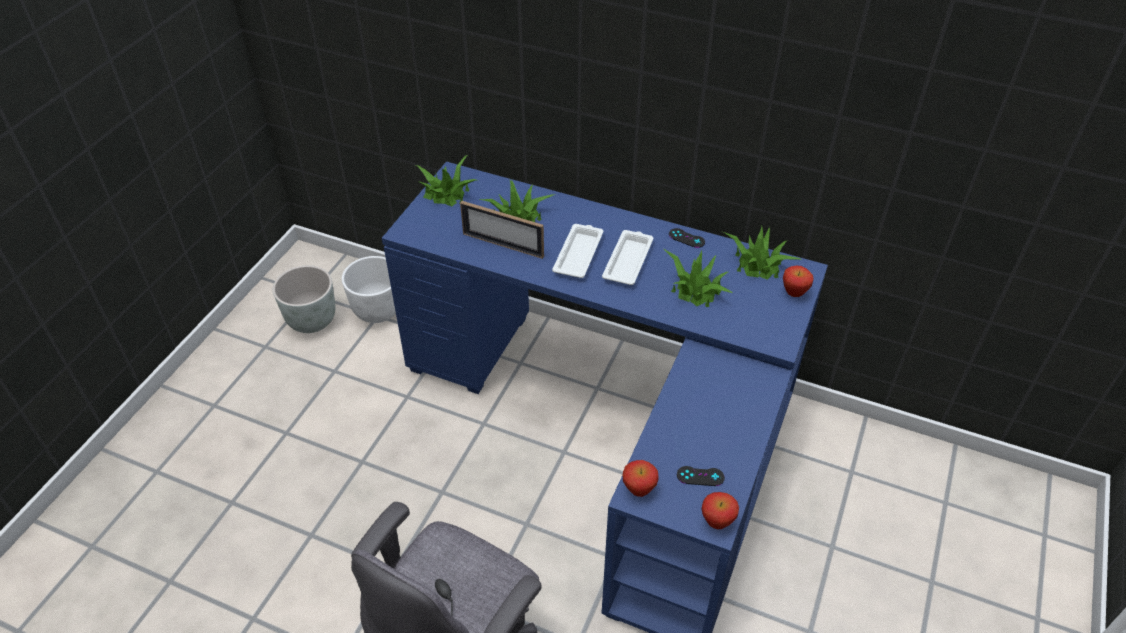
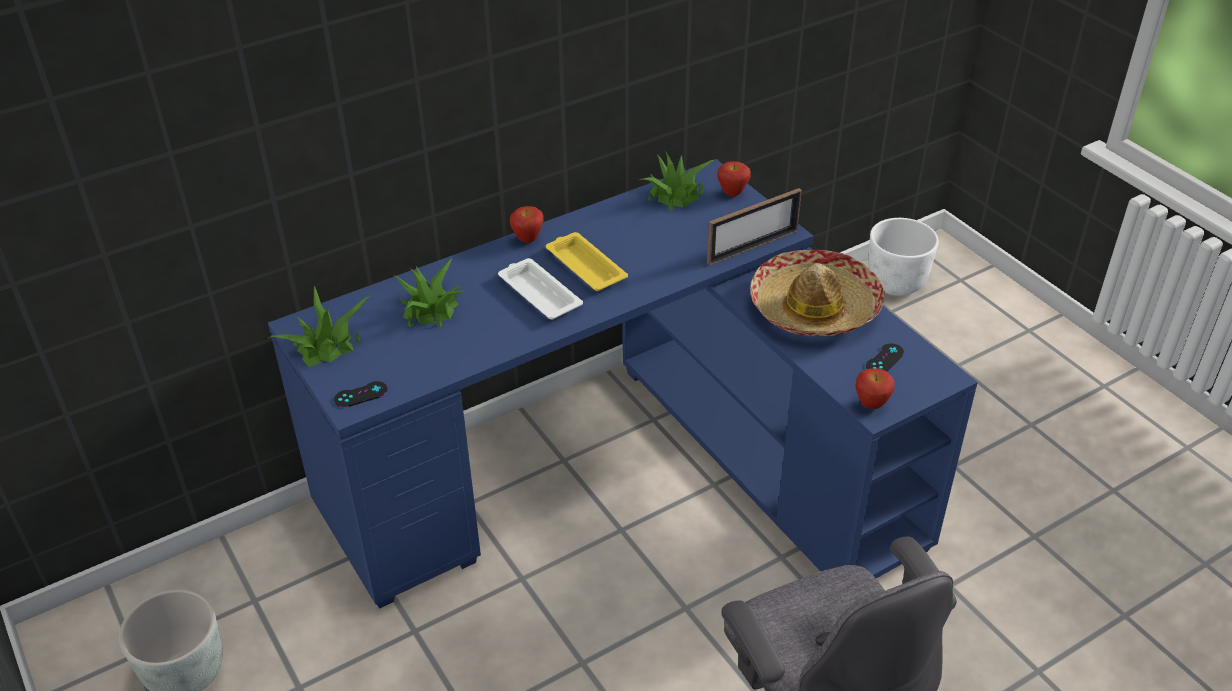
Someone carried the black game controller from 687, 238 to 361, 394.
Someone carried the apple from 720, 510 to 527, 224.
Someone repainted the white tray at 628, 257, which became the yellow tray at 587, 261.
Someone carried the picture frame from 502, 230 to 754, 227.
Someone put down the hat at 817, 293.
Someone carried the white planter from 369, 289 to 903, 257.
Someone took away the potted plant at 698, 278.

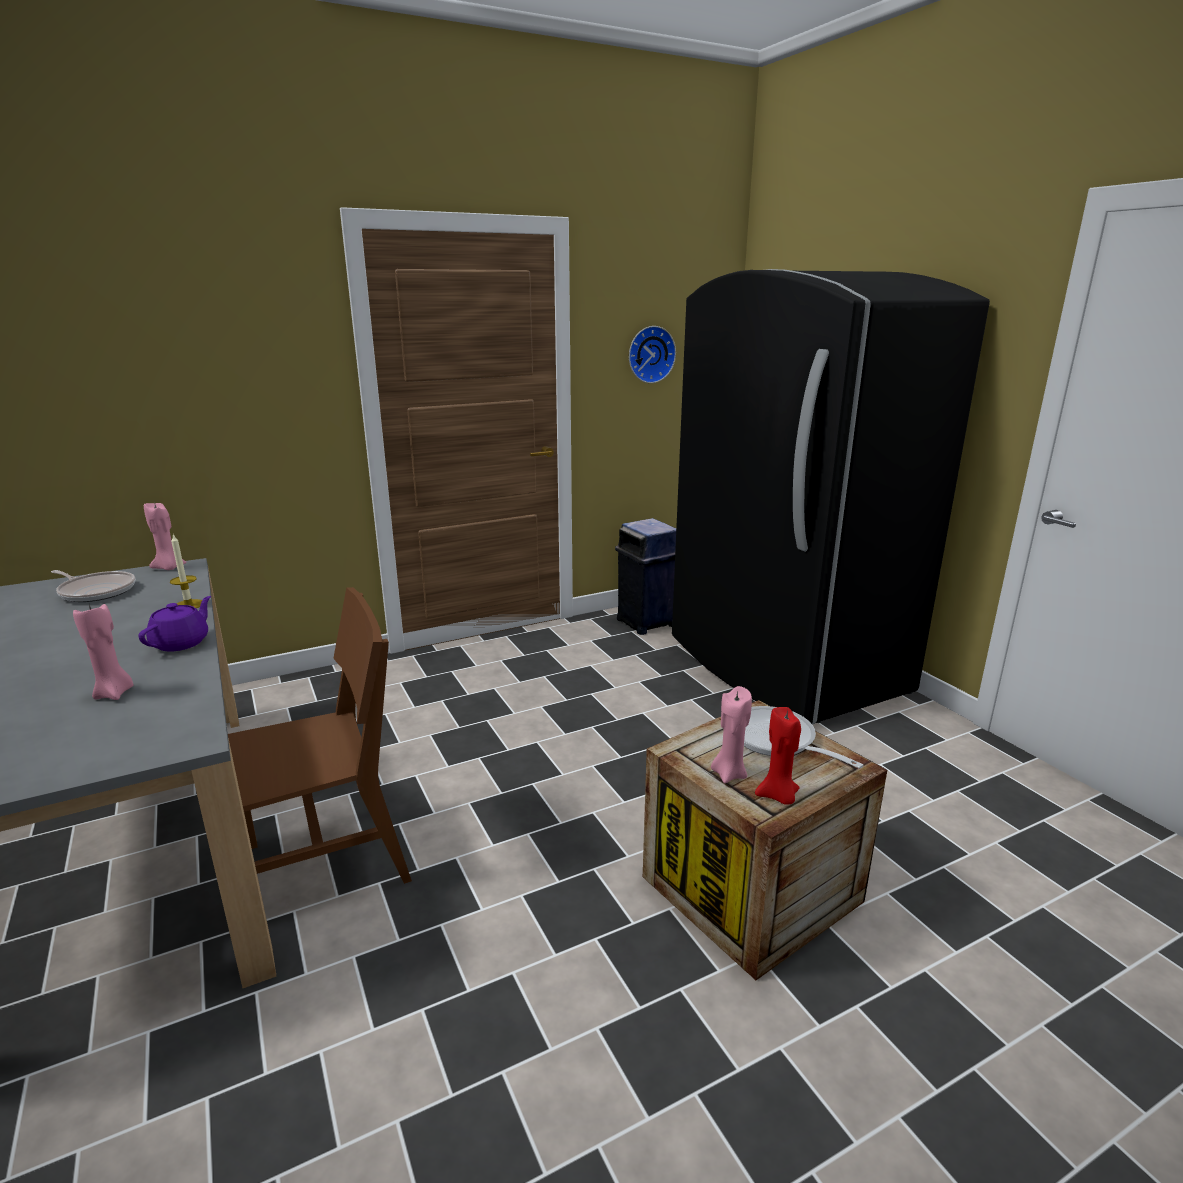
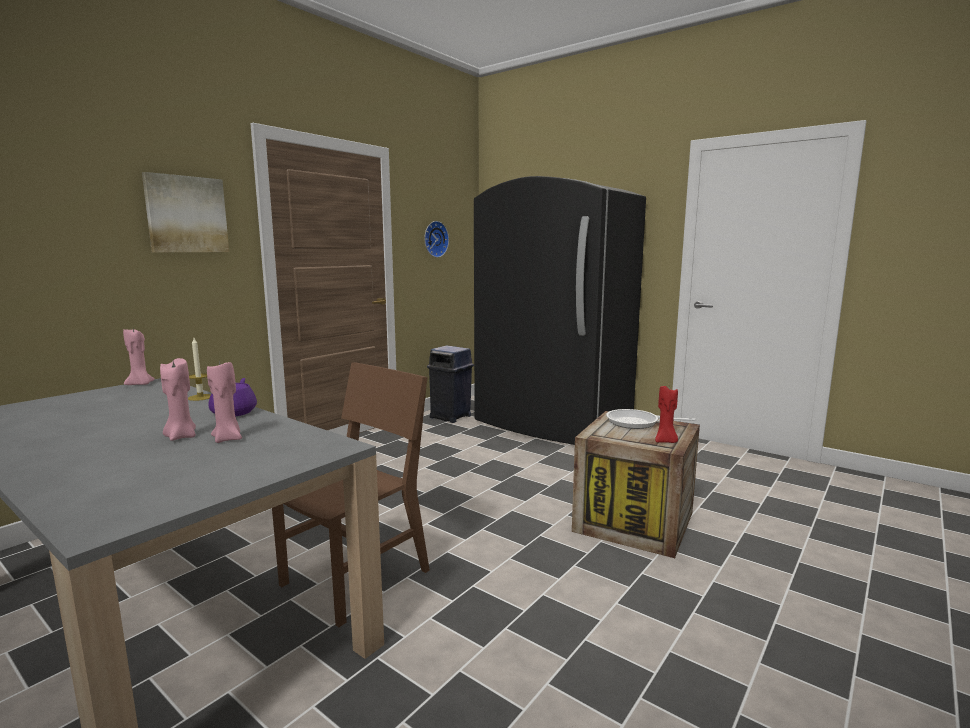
Someone put up the picture at 185, 212.
Someone carried the pink candle from 731, 734 to 178, 399.
Someone took away the frying pan at 93, 586.

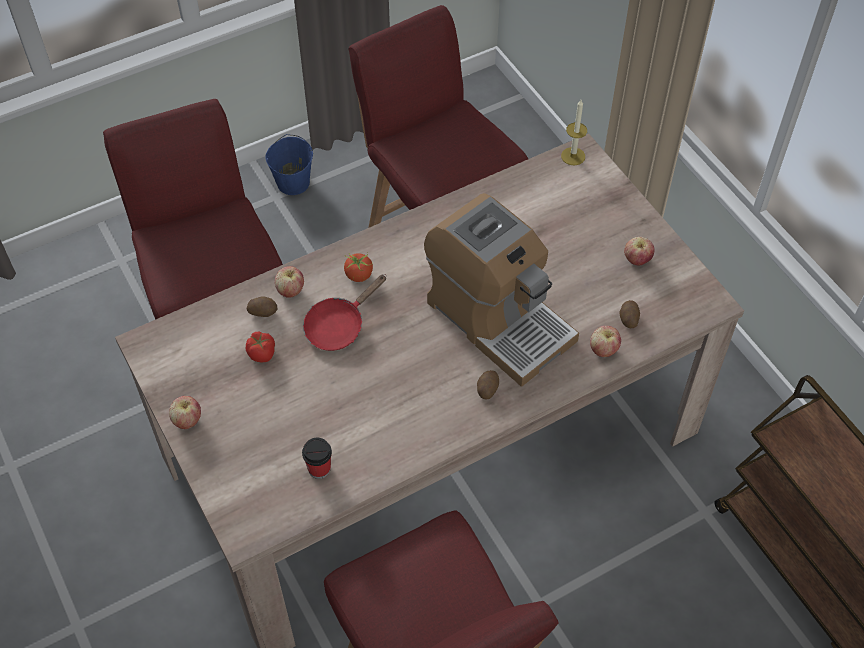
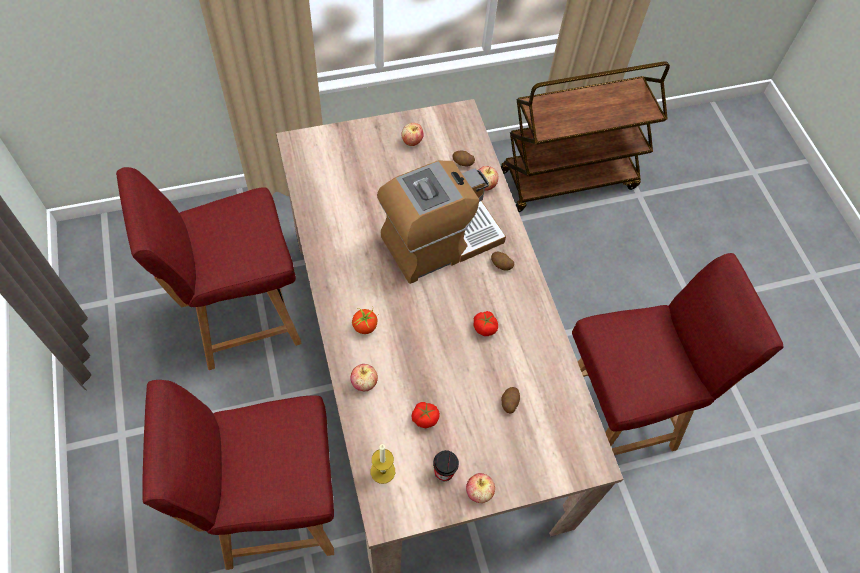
Someone carried the candle from 574, 132 to 383, 464.
Someone carried the cup from 317, 458 to 446, 465.
Someone put down the tomato at 485, 323.
Someone carried the potato from 262, 306 to 510, 400.
Someone took away the blue bucket at 289, 164.
Someone took away the red frying pan at 345, 312.

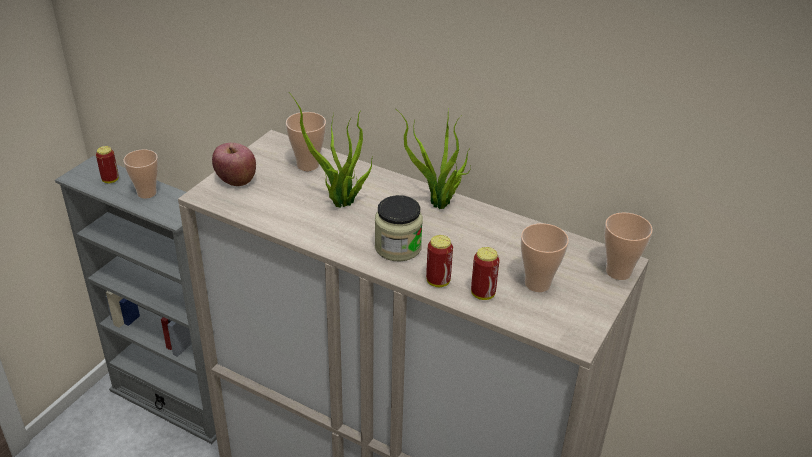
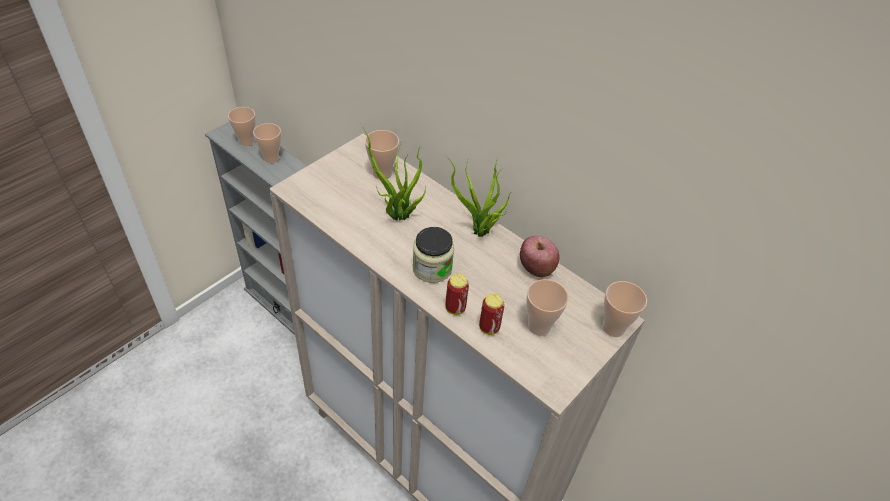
Someone swapped the can at 107, 164 for the cup at 241, 126.
Someone carried the apple from 234, 164 to 540, 256.

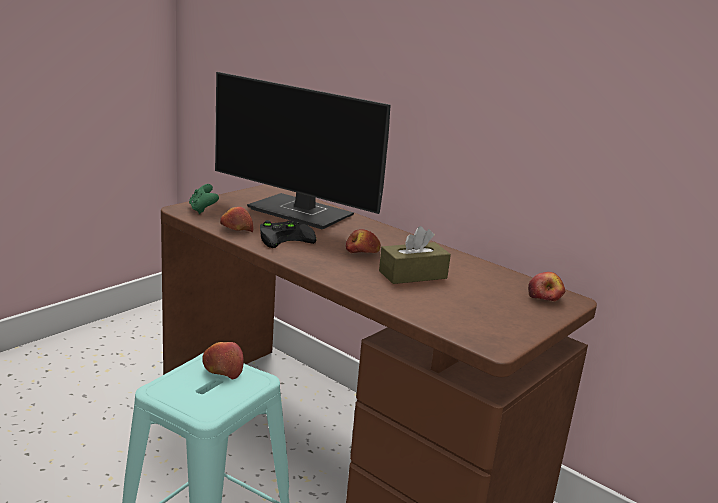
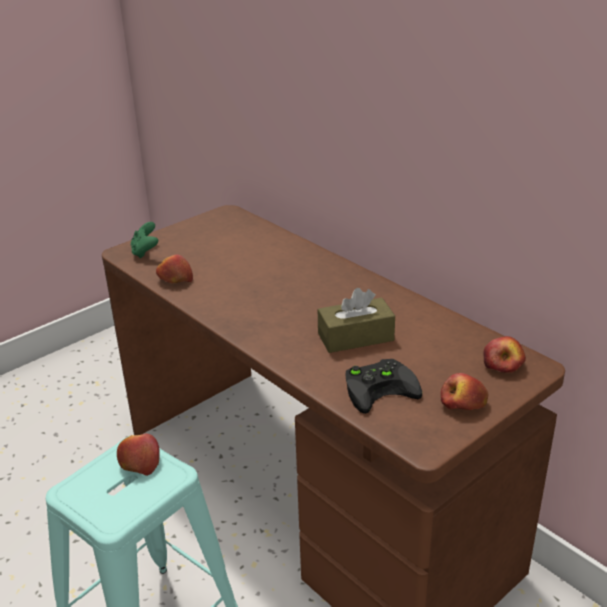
Someone carried the black game controller from 288, 234 to 384, 386.
Someone carried the apple from 363, 241 to 464, 391.
Someone took away the monitor at 302, 151.

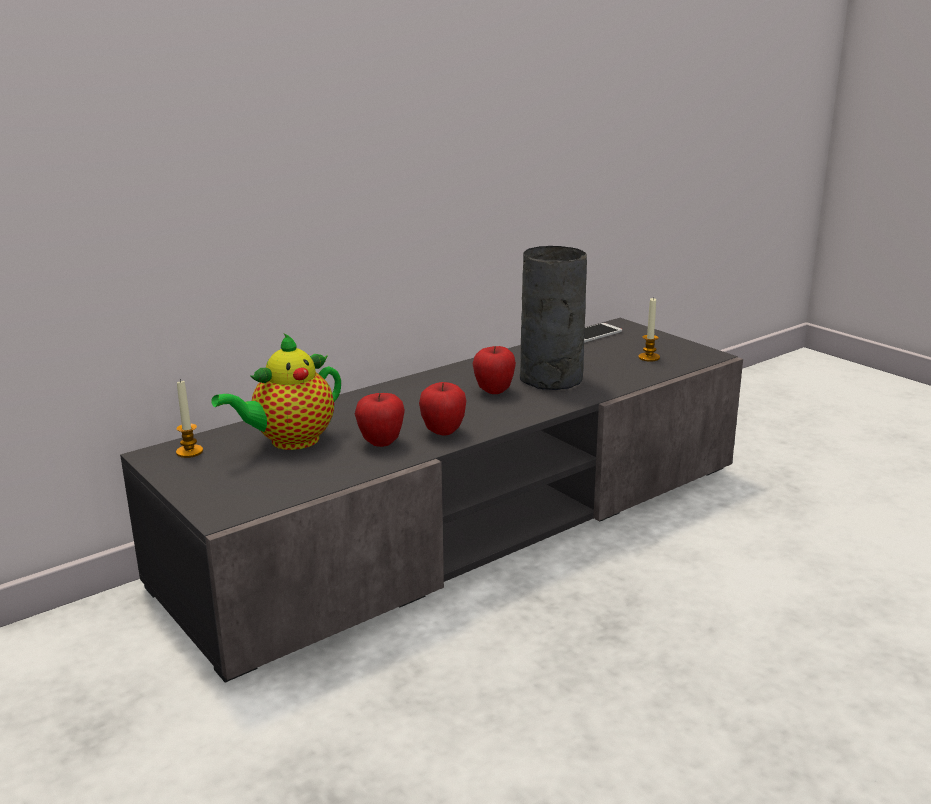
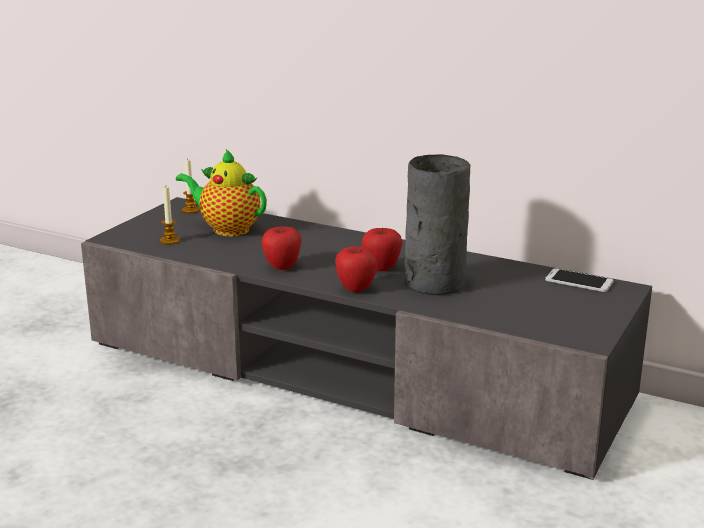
Someone carried the candle from 649, 329 to 170, 215.
Someone carried the apple from 380, 420 to 356, 269.

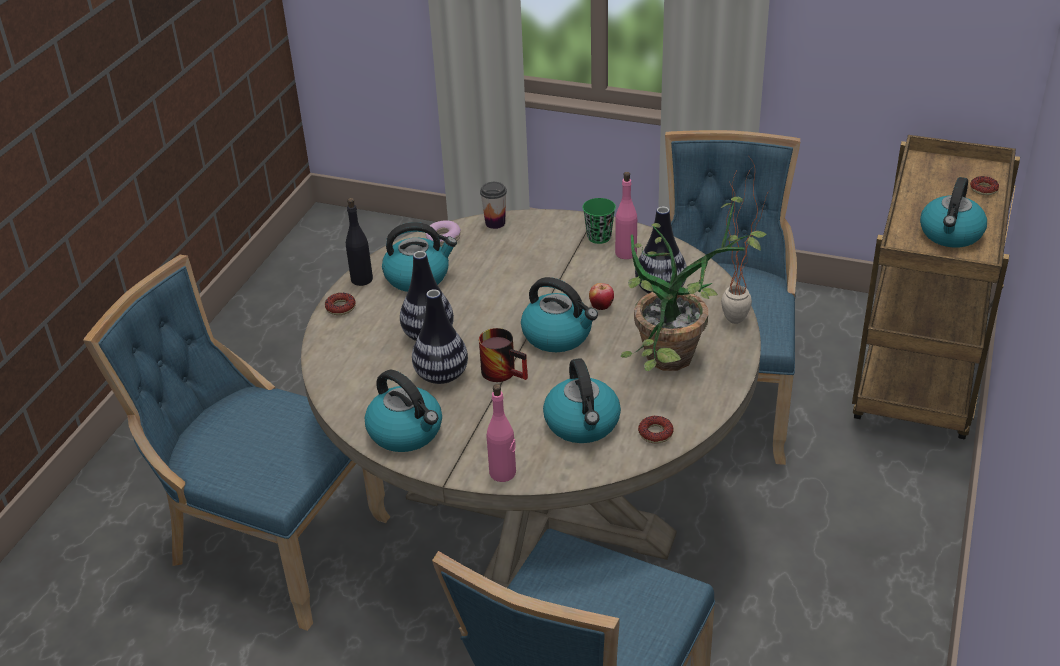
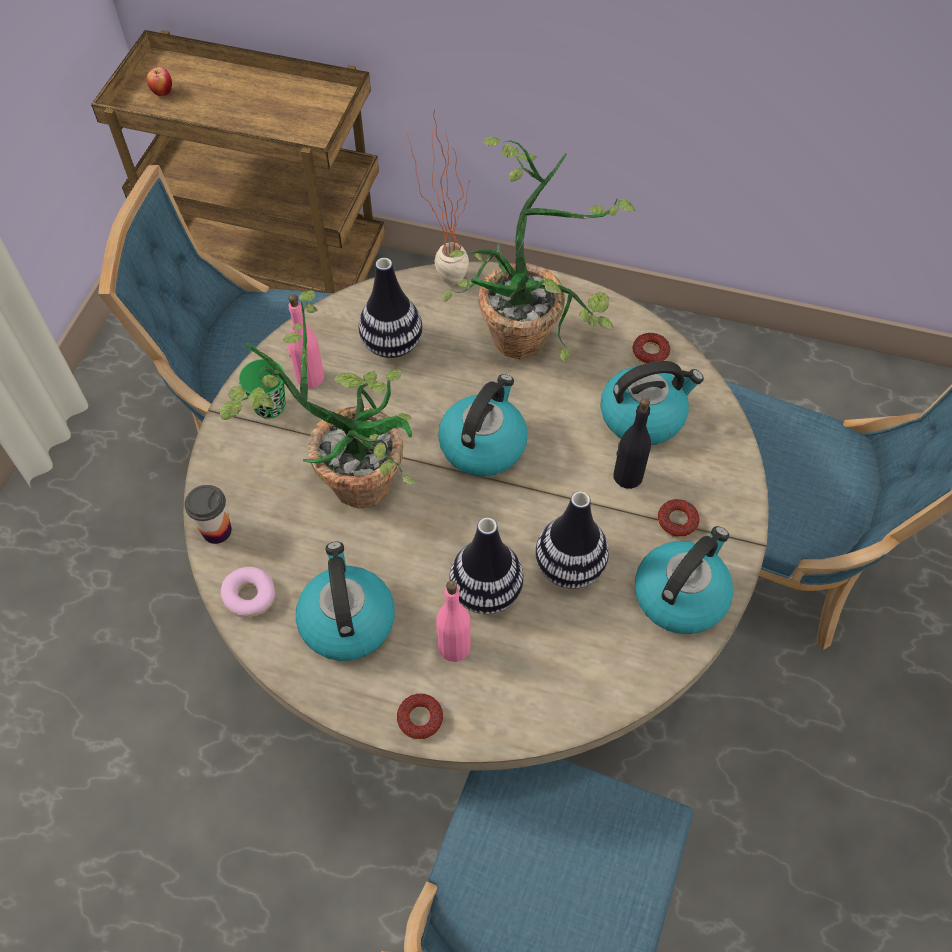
Someone carried the apple from 601, 296 to 159, 81.
Someone put down the potted plant at 318, 399.
Someone carried the pink bottle from 501, 433 to 453, 621.
Someone carried the black bottle from 359, 242 to 632, 443.
Someone carried the donut from 984, 185 to 679, 518.
Someone took away the mug at 503, 355.
Someone took away the kettle at 953, 212.

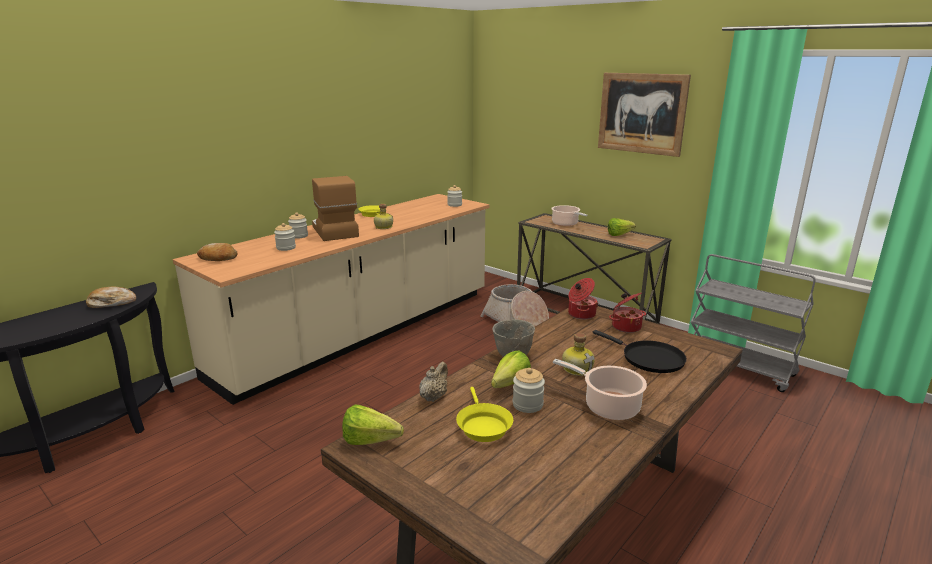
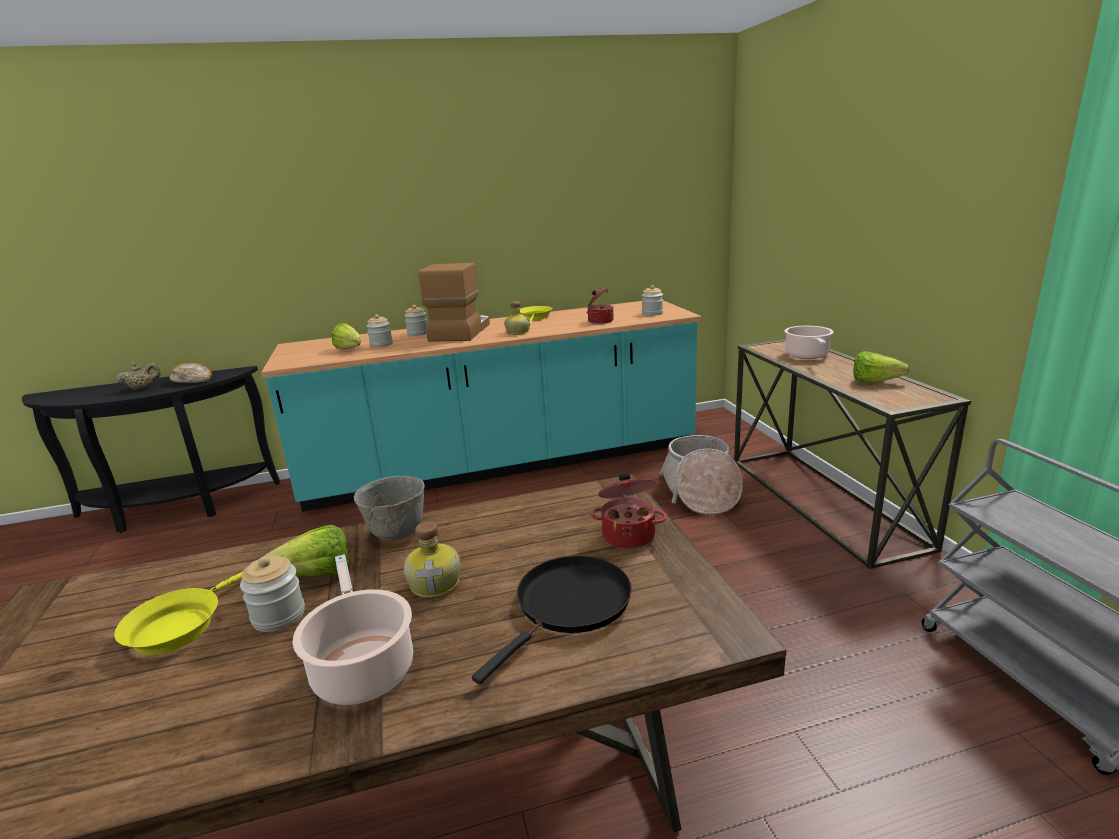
Someone carried the beige teapot from 433, 382 to 138, 376.
Someone repainted the beige counter at 331, 299, which became the turquoise counter at 481, 406.
Someone carried the lettuce from 373, 424 to 346, 336.
Someone rotated the black frying pan at 640, 351 by 135 degrees counterclockwise.
Someone carried the cooking pot from 583, 298 to 600, 305.
Someone took away the bread at 217, 252.
Someone took away the picture at 644, 115.

